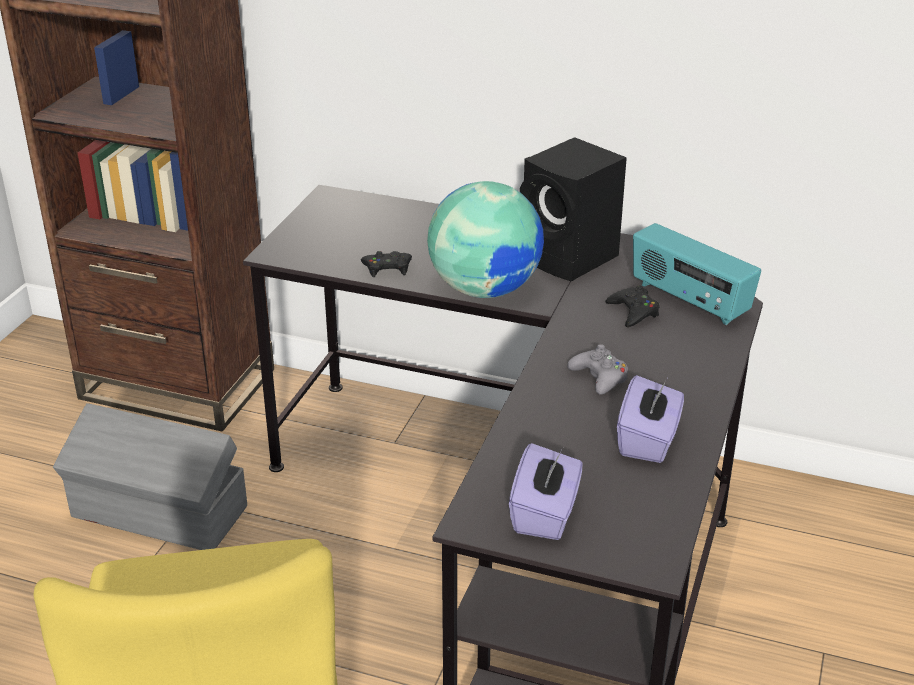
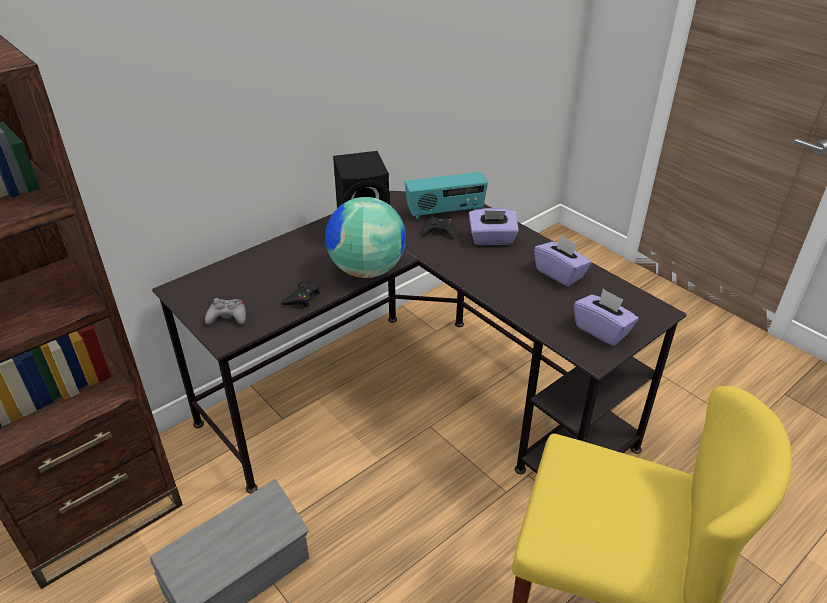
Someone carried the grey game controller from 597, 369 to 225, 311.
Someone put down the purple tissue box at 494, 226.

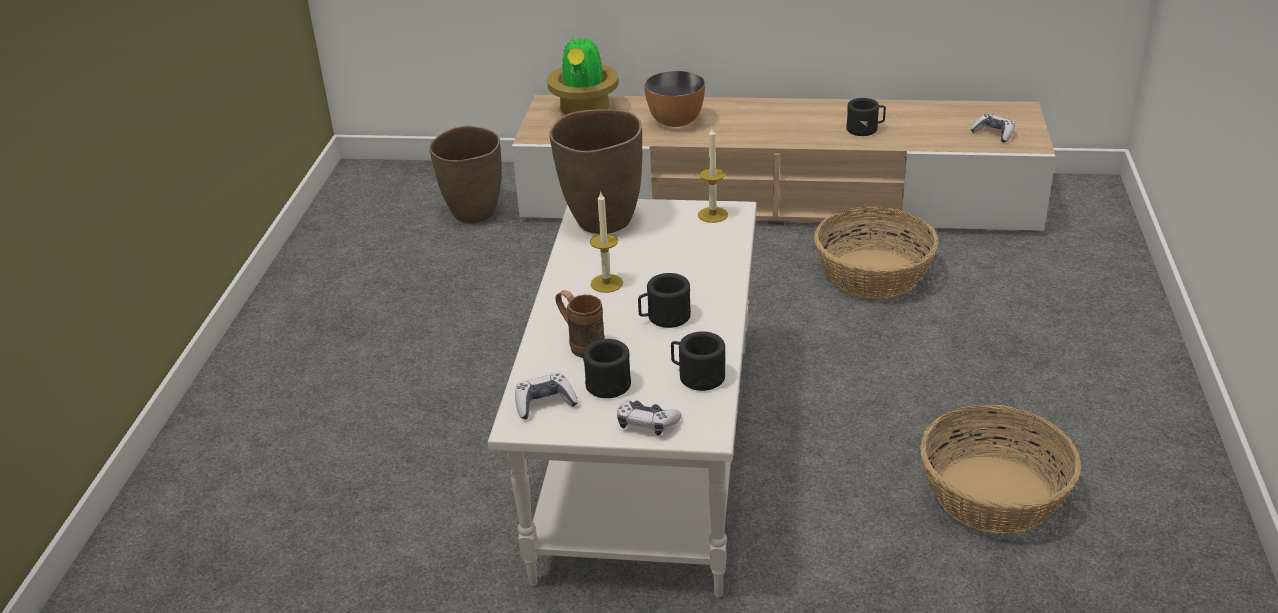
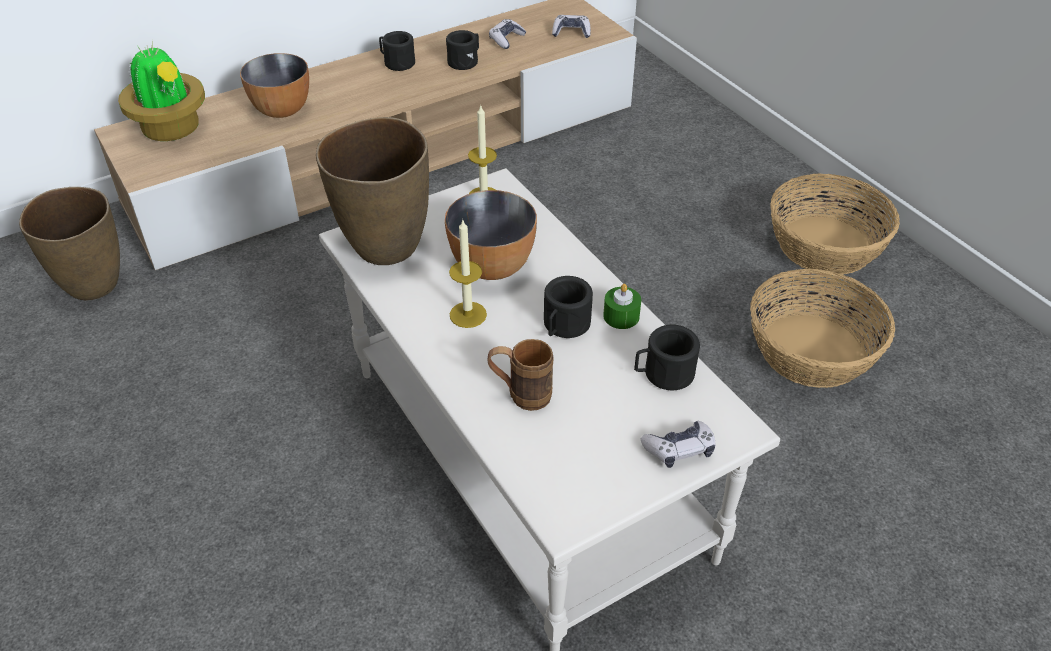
Someone carried the black mug from 607, 368 to 397, 51.
Someone put down the bowl at 491, 235.
Someone carried the game controller from 546, 396 to 507, 34.
Someone put down the green candle at 622, 306.
Someone carried the basket from 876, 253 to 835, 223.

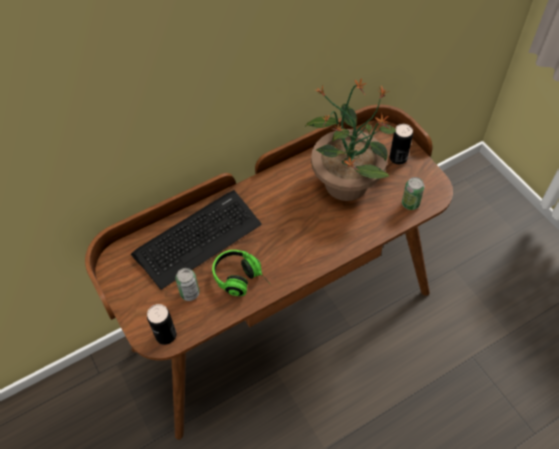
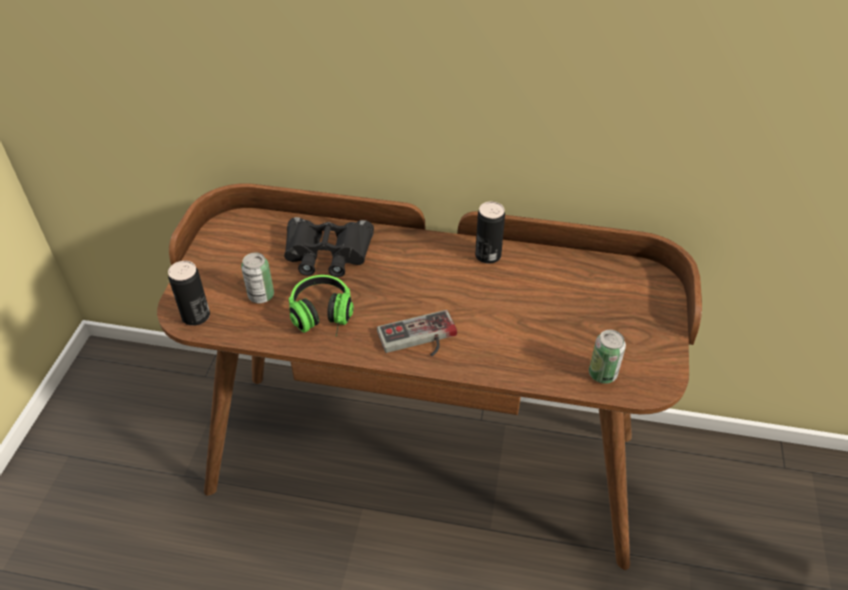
Someone swapped the keyboard at 196, 240 for the black binoculars at 329, 247.
Someone put down the game controller at 417, 333.
Someone carried the can from 401, 144 to 490, 232.
Someone took away the potted plant at 350, 139.

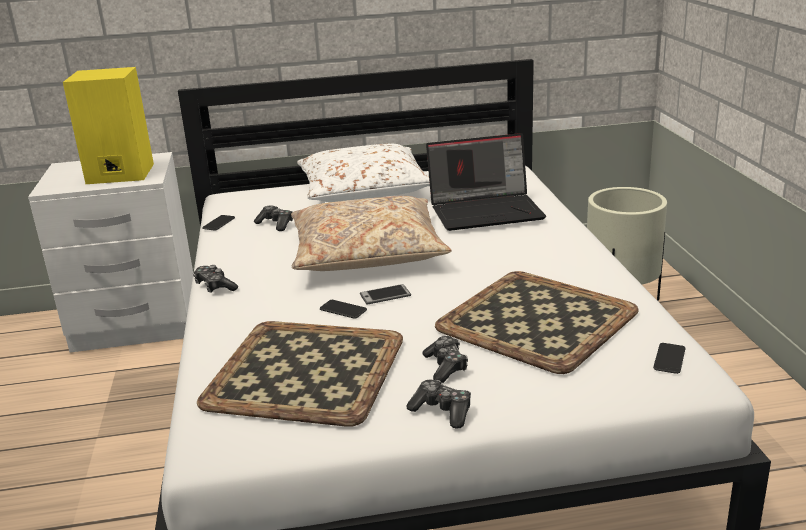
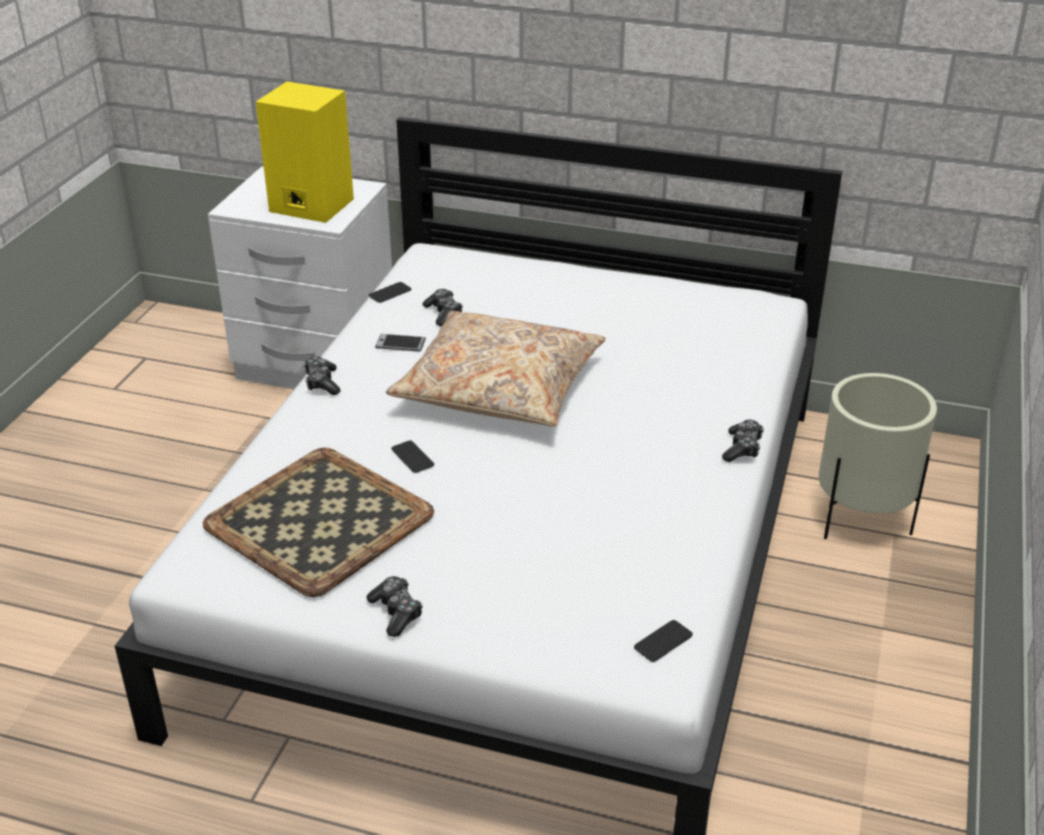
Someone carried the phone from 385, 294 to 400, 343.
Someone carried the game controller from 445, 359 to 743, 441.
Someone took away the white pillow at 363, 173.
Someone took away the laptop at 486, 182.
Someone took away the tray at 537, 322.

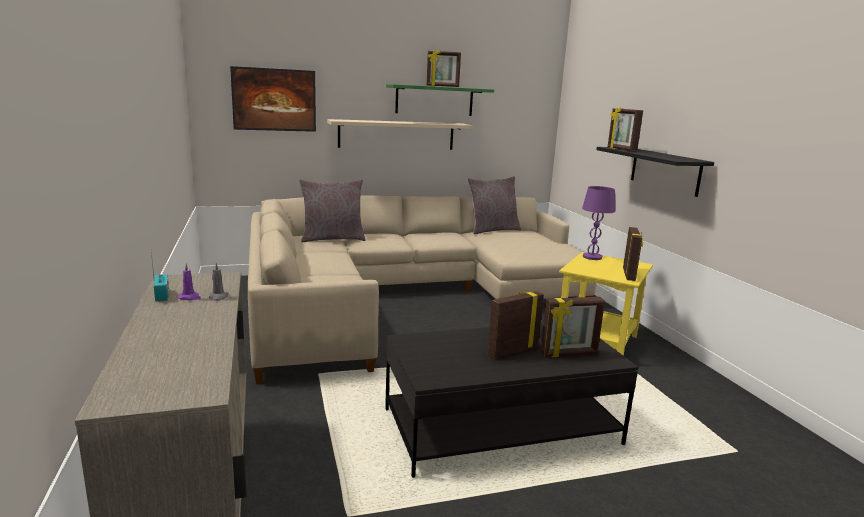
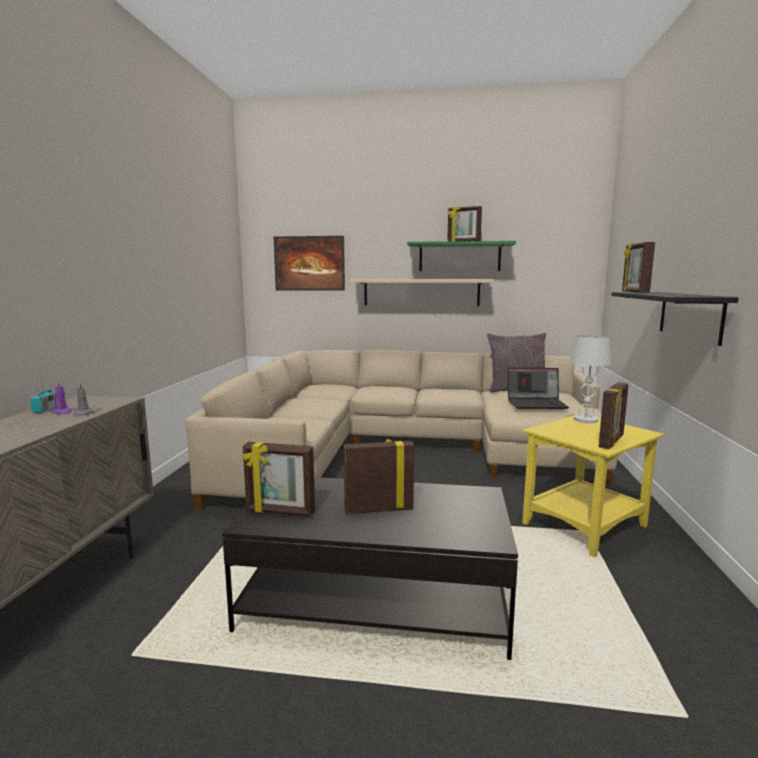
Someone carried the picture frame from 572, 327 to 278, 479.
Someone put down the laptop at 538, 388.
Someone repainted the purple table lamp at 598, 223, which became the white table lamp at 591, 379.
Someone took away the grey pillow at 332, 211.

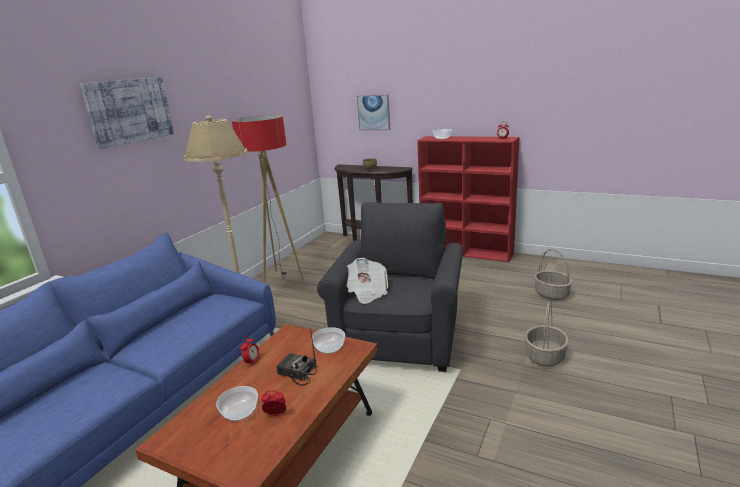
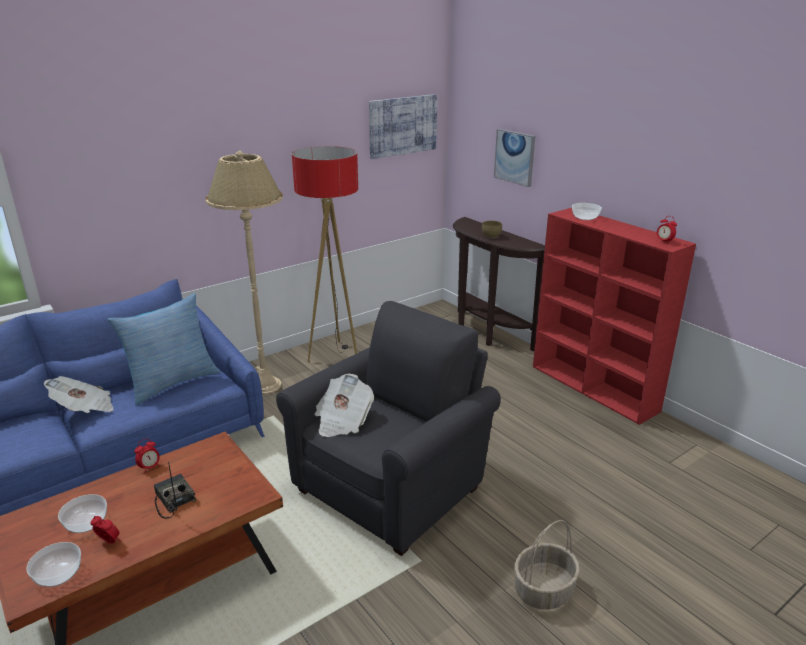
Someone carried the bowl from 328, 340 to 54, 564.
Someone put down the newspaper at 78, 394.
Someone put down the pillow at 163, 349.
Someone carried the picture from 127, 113 to 403, 126.
Someone took away the basket at 553, 274.

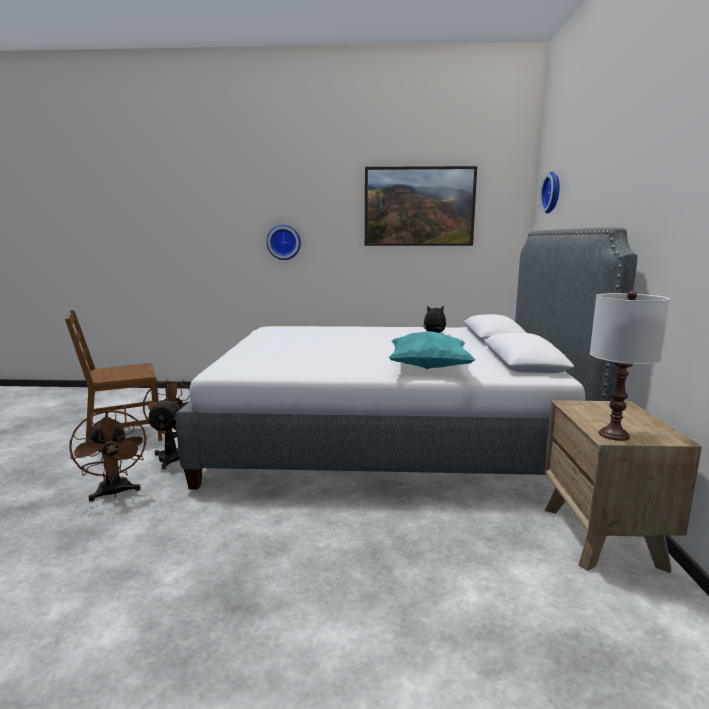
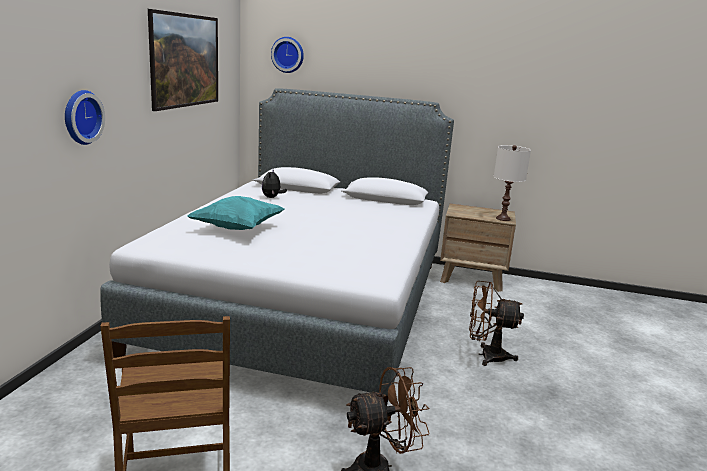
Someone carried the turquoise pillow from 432, 350 to 236, 213.
Someone carried the brown fan from 166, 424 to 496, 323.

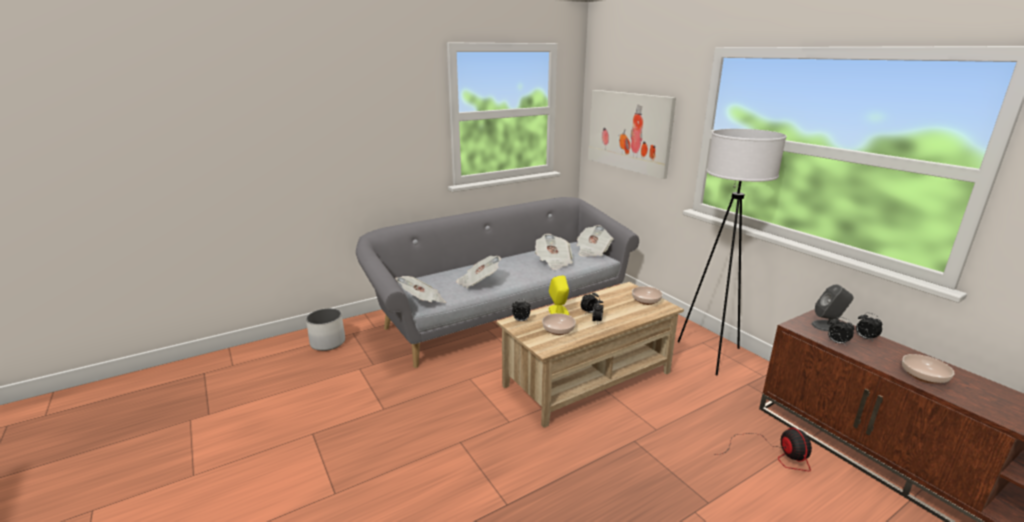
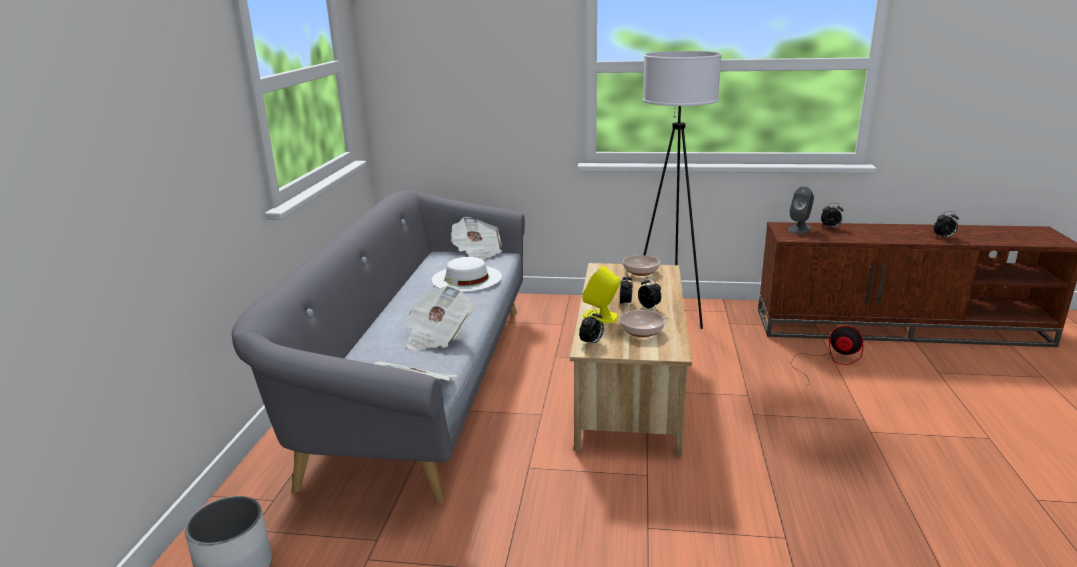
Someone swapped the newspaper at 554, 252 for the white hat at 467, 274.
Someone carried the alarm clock from 841, 331 to 946, 224.
Someone took away the picture at 632, 134.
Someone took away the bowl at 928, 369.

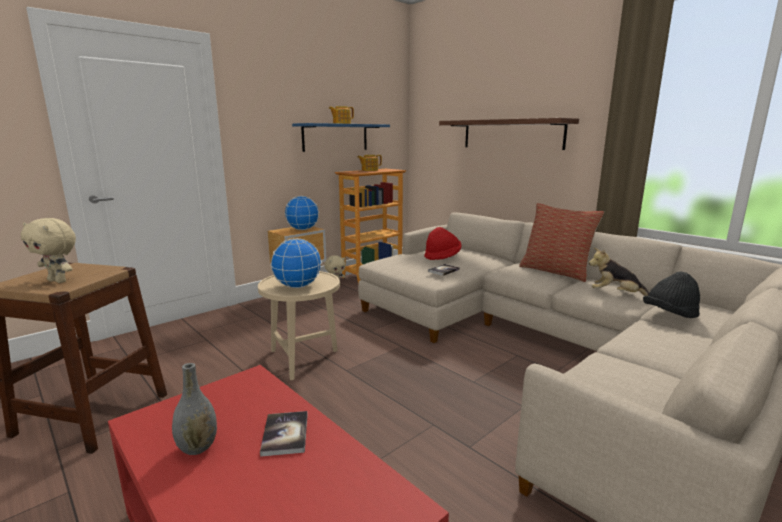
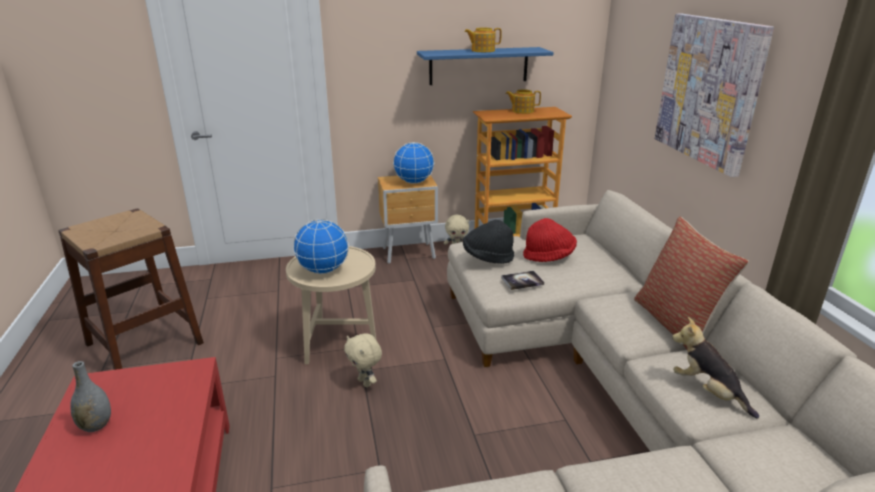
Someone carried the beige plush toy from 48, 250 to 363, 360.
Someone carried the black hat from 671, 295 to 488, 242.
Someone swapped the shelf at 509, 134 for the picture at 714, 95.
Someone took away the book at 284, 434.

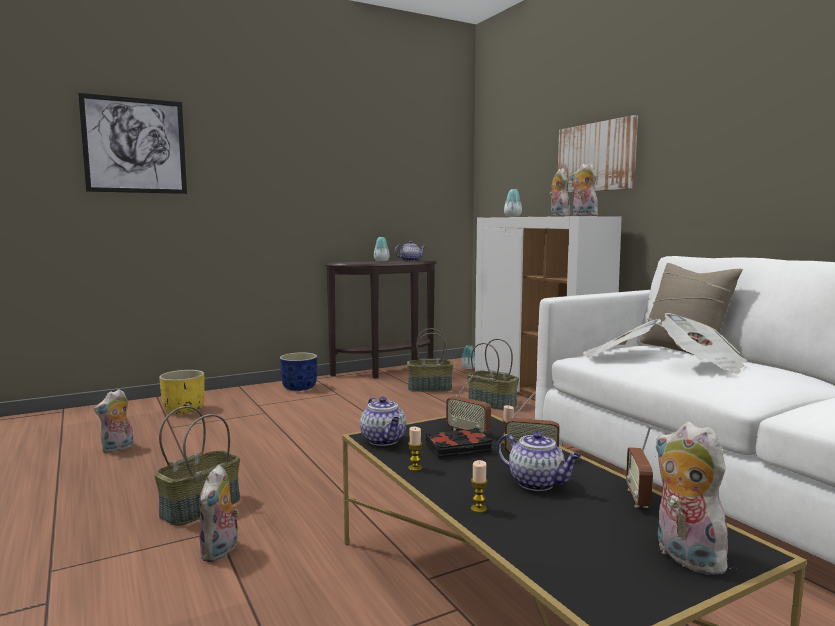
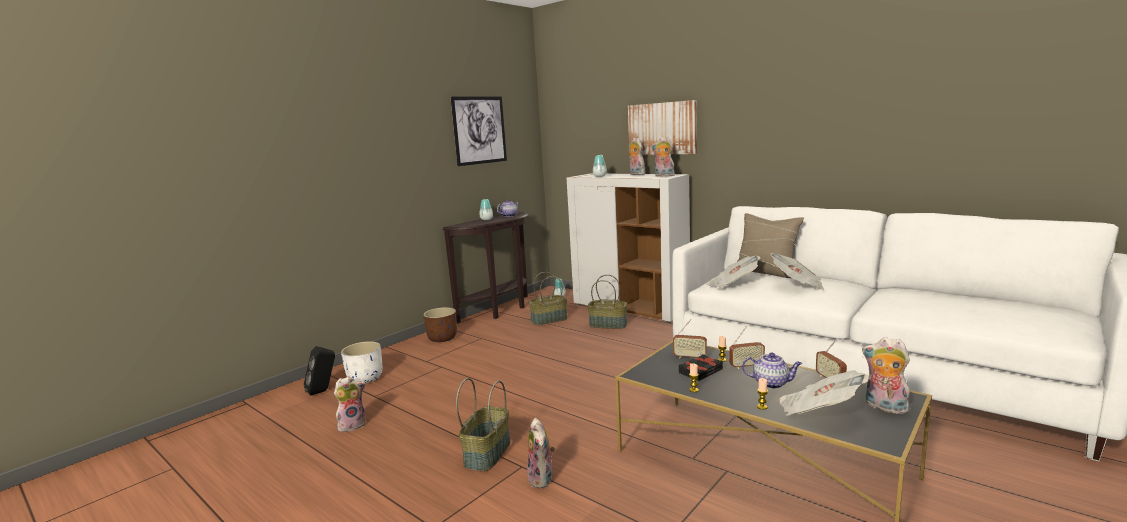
Someone put down the black speaker at 319, 371.
Someone rotated the plush toy at 114, 421 by 135 degrees counterclockwise.
Someone repainted the yellow planter at 182, 392, which became the white planter at 361, 362.
Someone repainted the blue planter at 298, 372, which became the brown planter at 440, 324.
Someone carried the picture from 132, 143 to 479, 131.
Someone put down the newspaper at 823, 393.
Someone took away the teapot at 383, 421.

